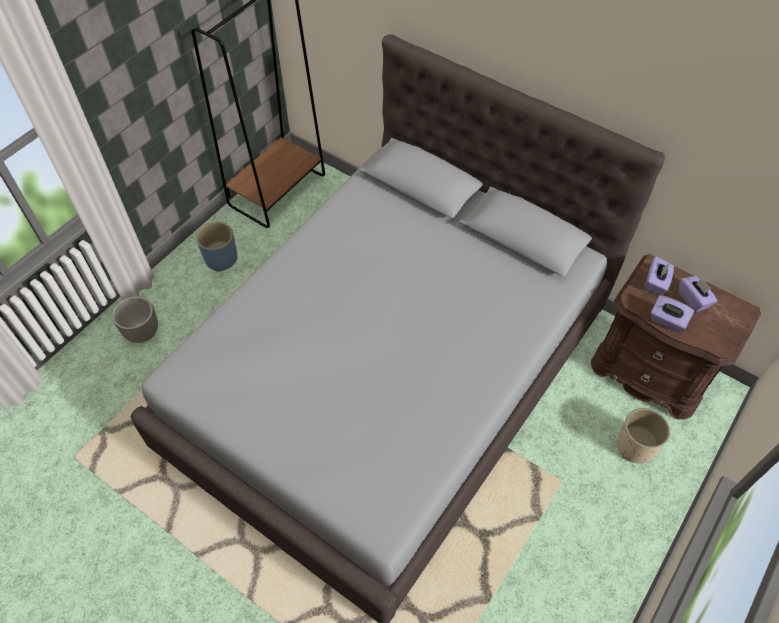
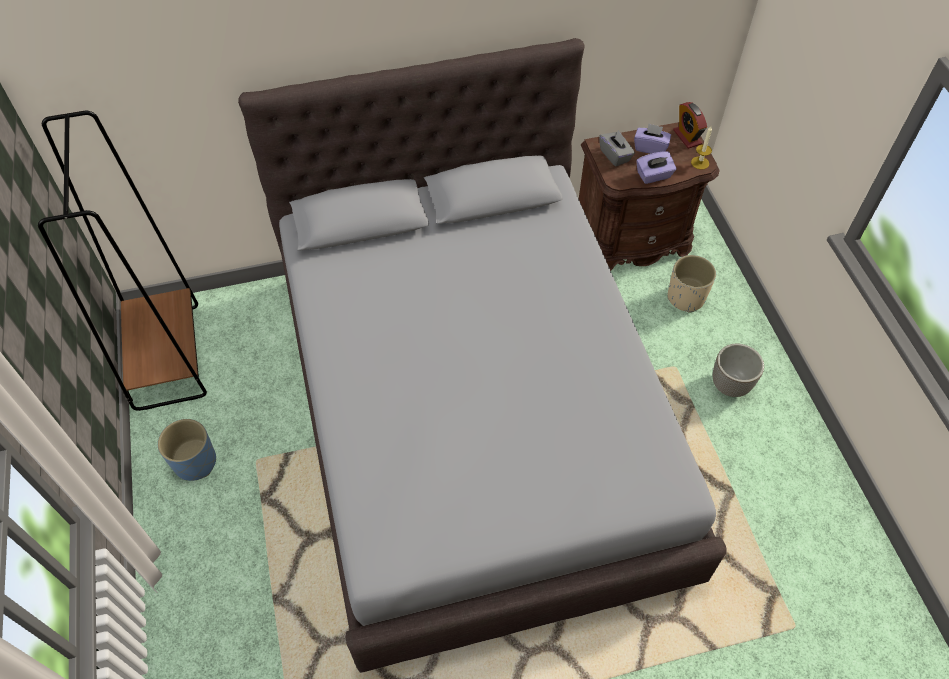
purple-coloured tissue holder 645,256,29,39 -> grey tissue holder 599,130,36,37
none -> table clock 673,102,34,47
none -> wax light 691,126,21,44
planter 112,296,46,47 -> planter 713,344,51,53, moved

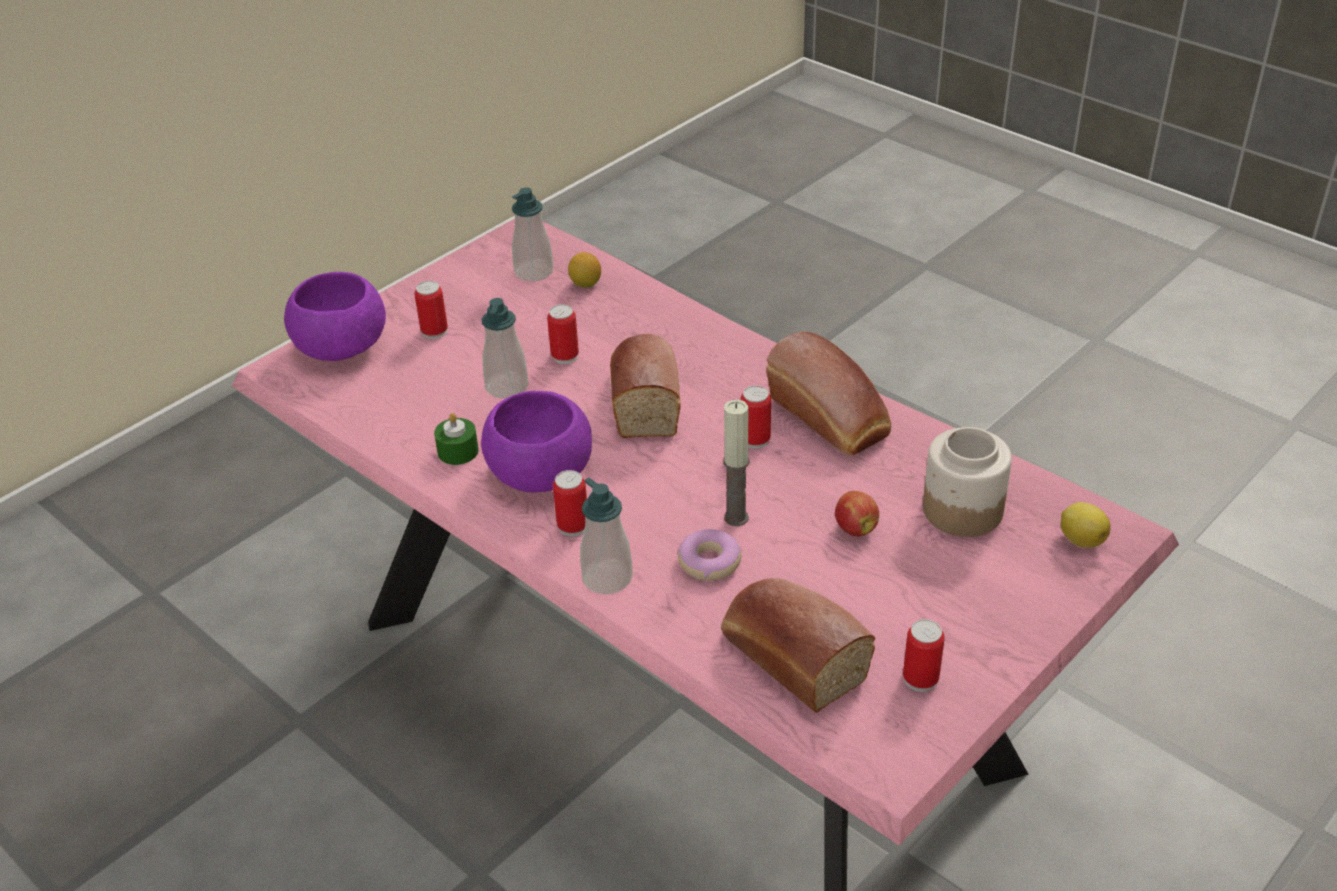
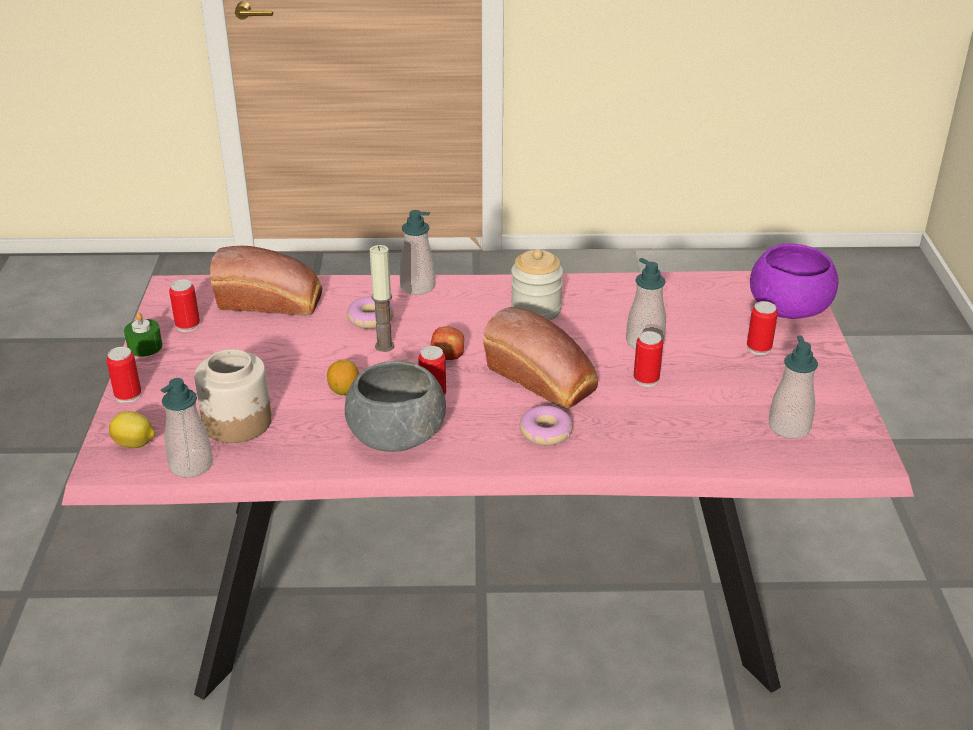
can 553,470,34,67 -> can 106,347,35,56, moved
green wax light 434,413,45,52 -> green wax light 124,312,39,45, moved
none -> soap bottle 161,378,52,100
citrus fruit 568,252,33,35 -> citrus fruit 327,360,32,35, moved
baked bread 766,332,125,124 -> grey bowl 345,361,101,91
apple fruit 835,491,44,45 -> apple fruit 431,326,33,34, moved
purple-coloured bowl 481,391,111,102 -> preserve jar 511,249,52,72
none -> donut 520,406,53,40

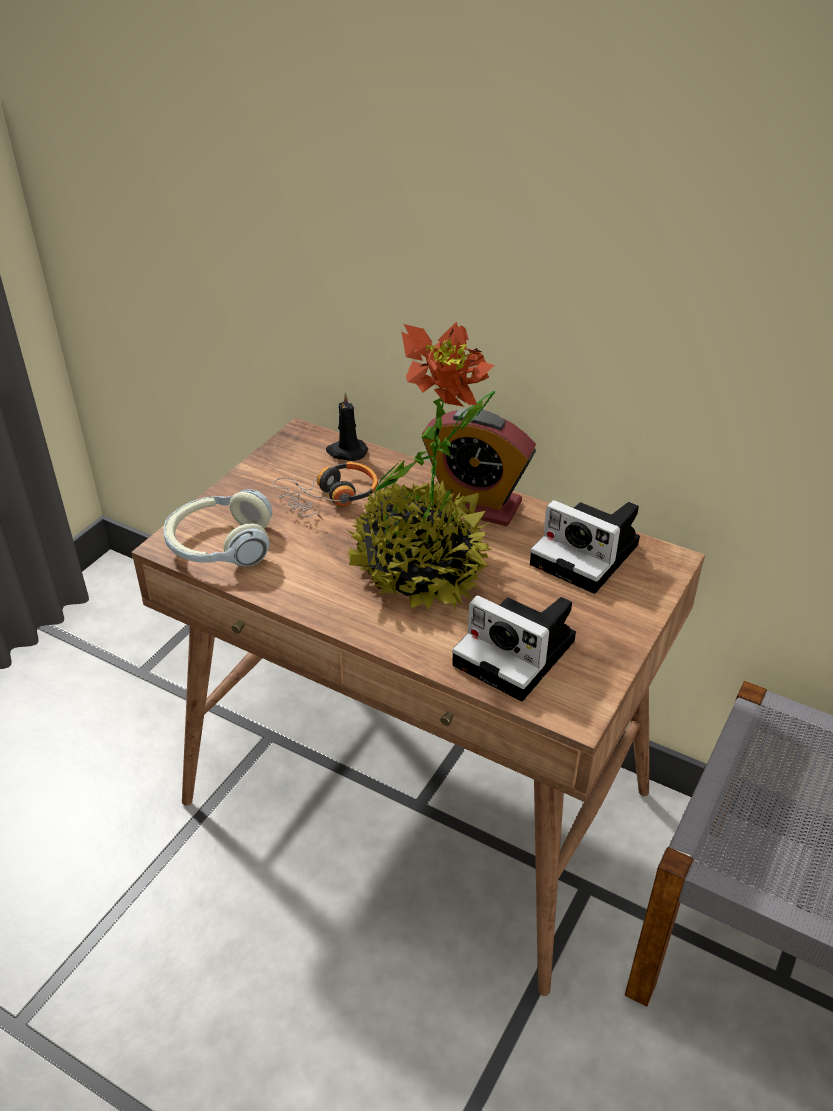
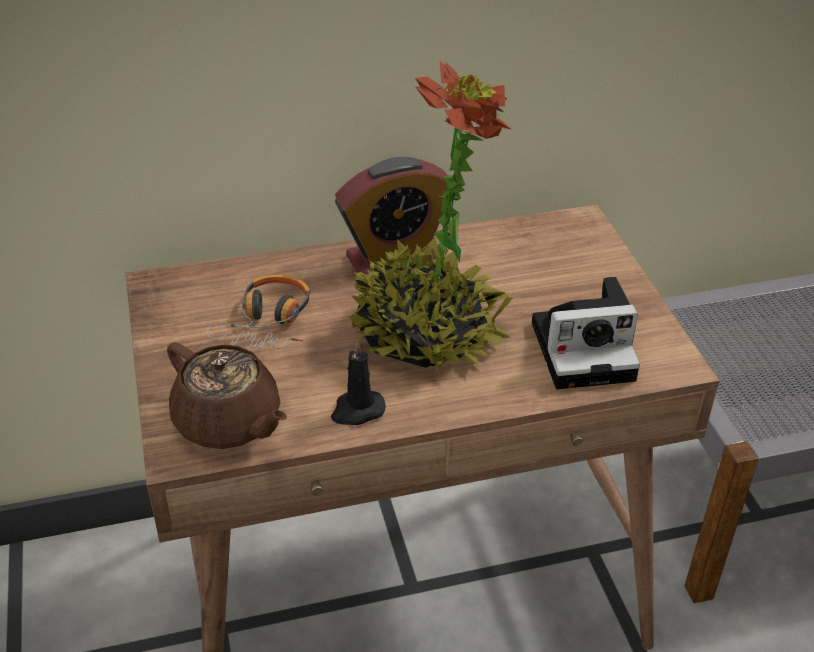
headphones 164,489,108,78 -> brownish tea pot 167,342,120,107
black-coloured wax light 326,392,42,69 -> black-coloured wax light 331,340,55,85, moved
photo camera 530,500,110,94 -> none

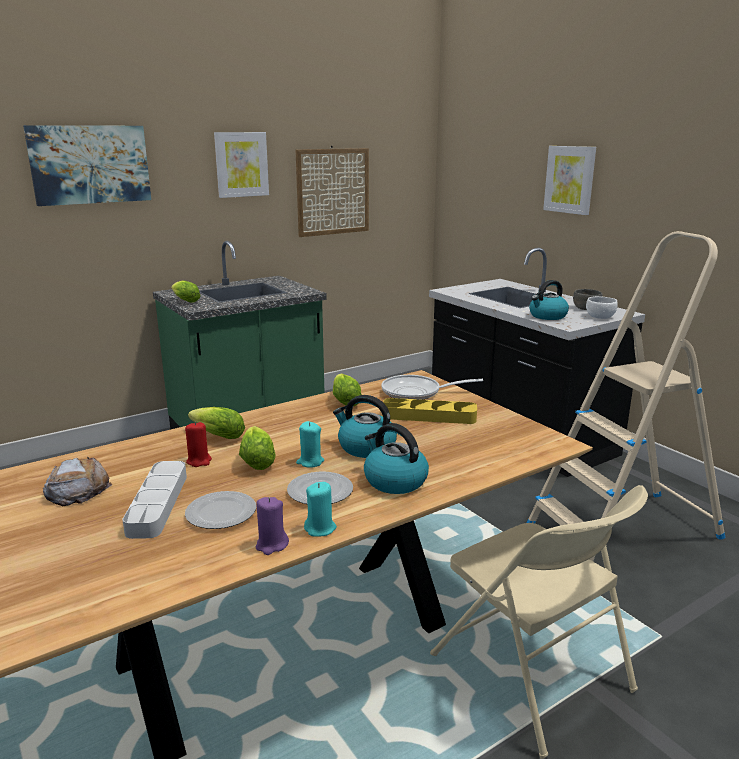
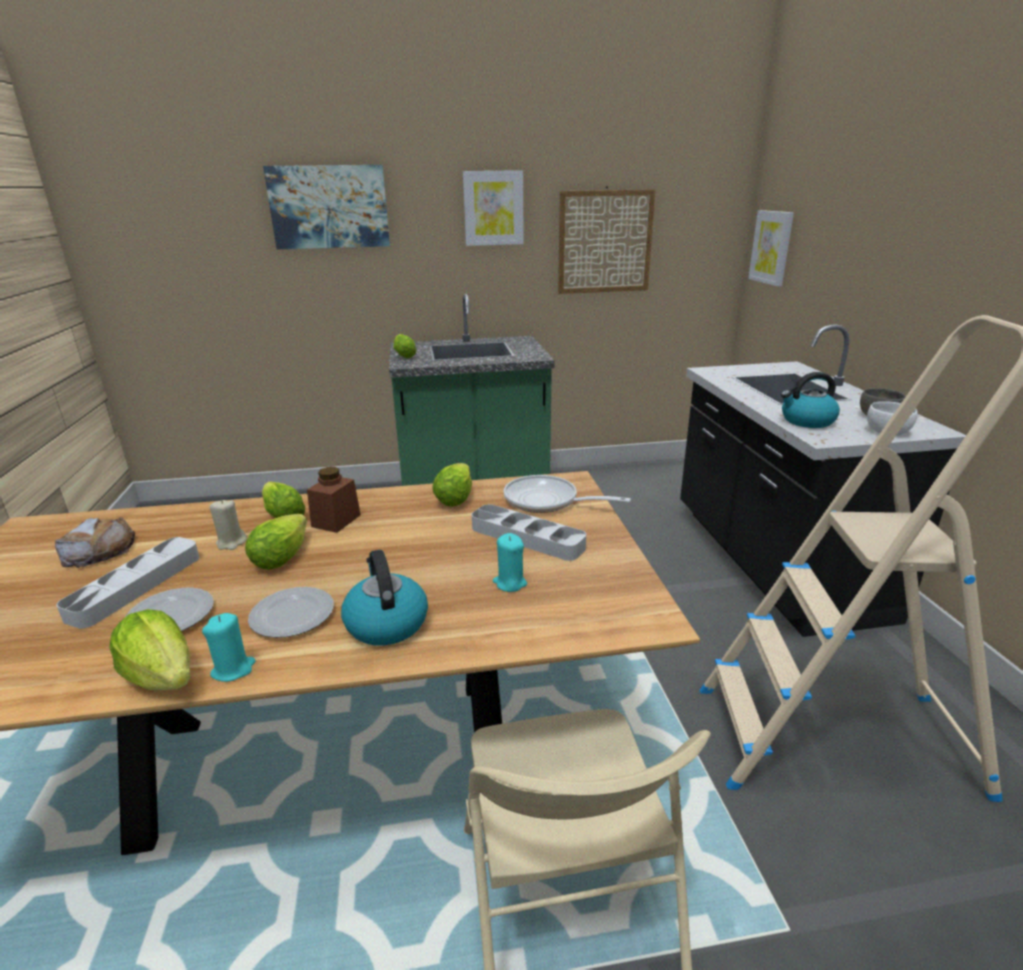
purple-coloured wax light 256,497,33,58 -> lettuce head 109,609,82,81
red wax light 185,422,27,45 -> beige-coloured wax light 210,499,37,51
none -> brownish preserve jar 307,467,54,66
yellowish serving tray 382,398,95,26 -> grey serving tray 472,504,114,57
blue-green wax light 296,421,28,47 -> blue-green wax light 493,533,34,59, moved
picture 543,146,53,69 -> picture 748,210,46,76, moved
kettle 333,395,64,63 -> none

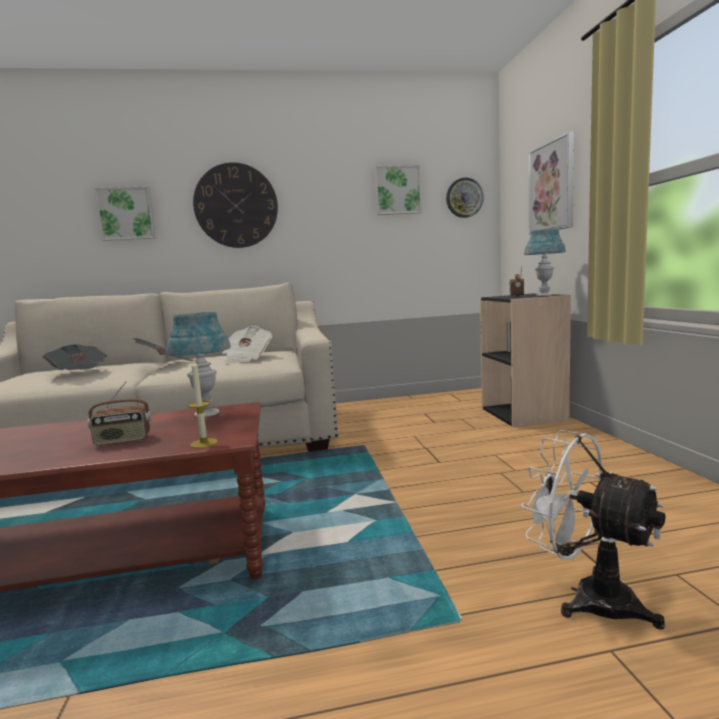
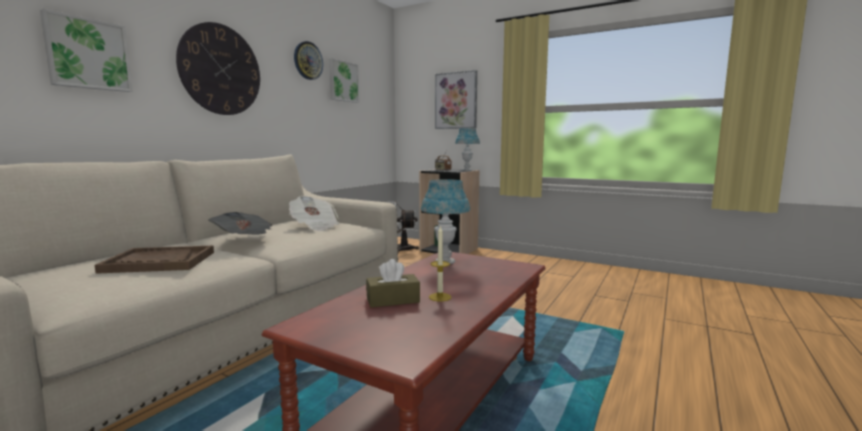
printed paper 42,345,65,25 -> brownish serving tray 94,246,120,28
hanging clock 446,178,38,40 -> hanging clock 294,41,29,39, moved
none -> brownish tissue holder 366,259,54,49
white electric fan 521,430,145,200 -> white electric fan 387,201,32,52, moved
wax light 187,360,31,88 -> wax light 429,225,22,77, moved
radio set 88,381,64,65 -> none

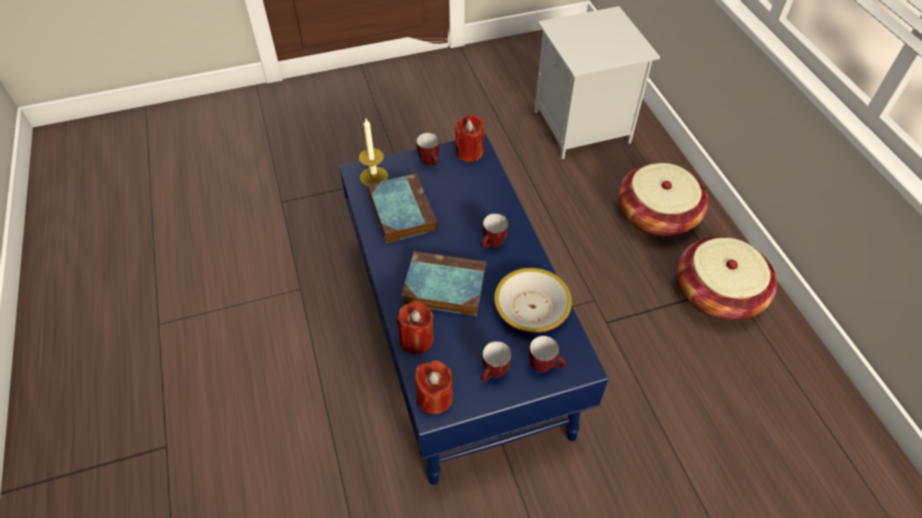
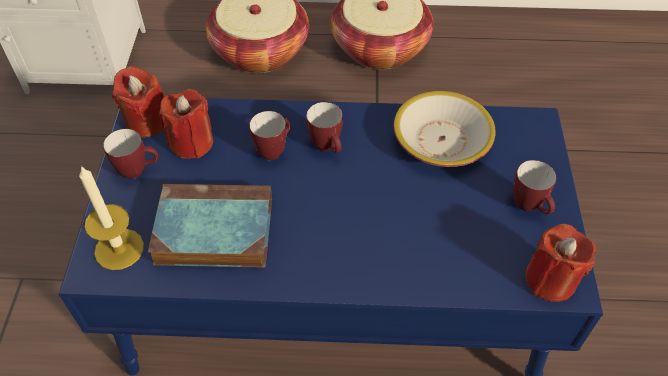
red wax light 396,301,38,53 -> red wax light 159,89,55,70, moved
coffee mug 529,336,37,36 -> coffee mug 249,111,41,50, moved
volume 401,251,85,65 -> none

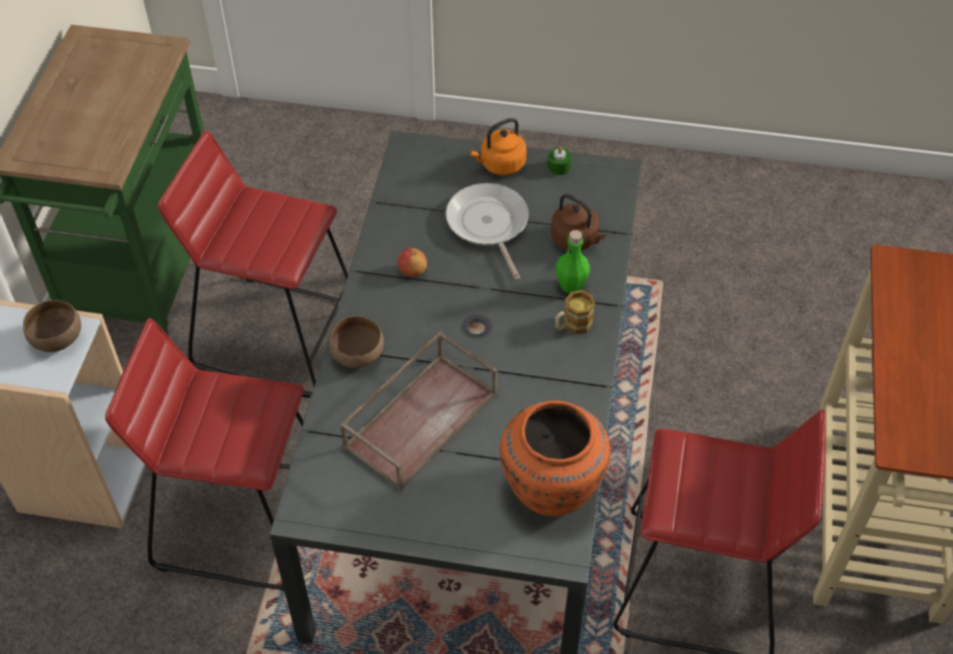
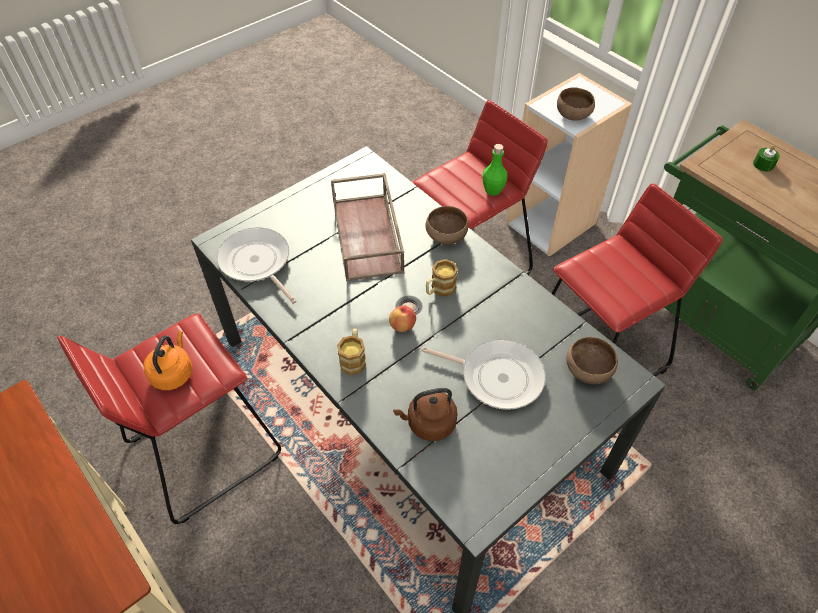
orangey kettle 470,118,57,57 -> orangey kettle 143,331,49,59, moved
orangey vase 500,400,110,116 -> skillet 217,227,80,77
apple fruit 398,248,29,29 -> apple fruit 389,306,27,26, moved
none -> coffee mug 426,259,32,38
green drink bottle 555,230,35,63 -> green drink bottle 483,144,24,52, moved
none -> brownish bowl 566,337,52,47
green wax light 547,146,24,29 -> green wax light 753,145,27,26, moved

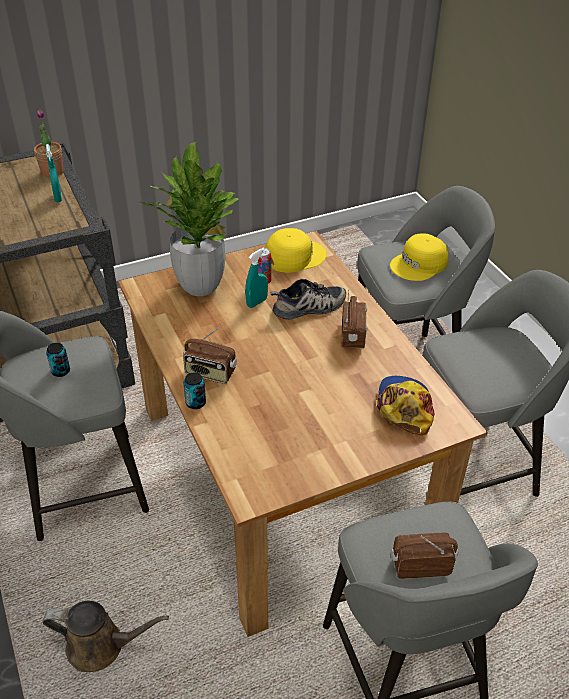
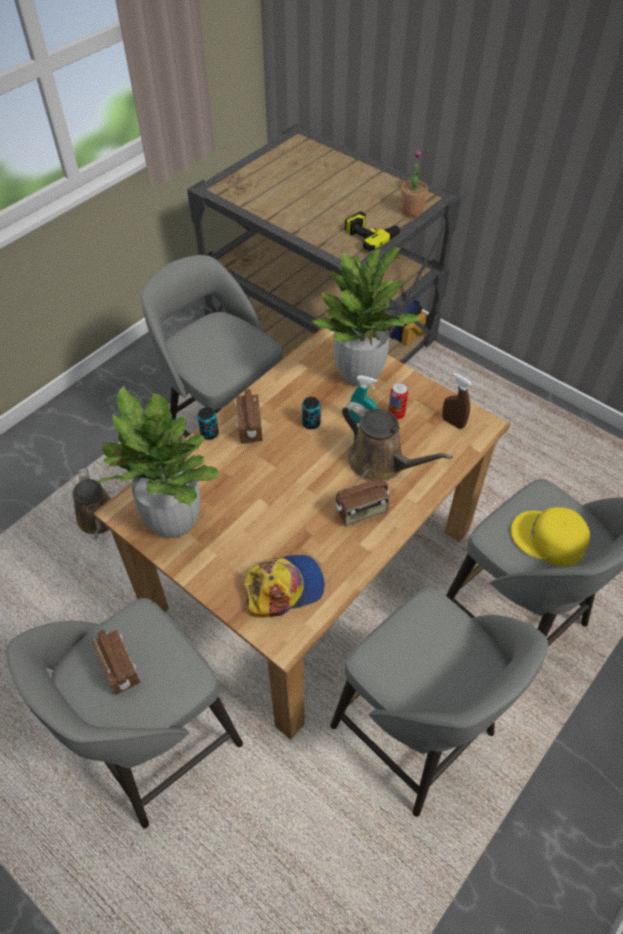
none -> plant in a pot 90,385,129,153
can 46,343,24,34 -> can 302,397,19,32, moved
low shoe 271,279,75,40 -> brownish sprinkling can 342,402,111,79
blue-green hand sprayer 46,144,16,58 -> power drill 345,211,69,41
yellowish cap 266,228,61,45 -> brownish hand sprayer 442,373,30,56

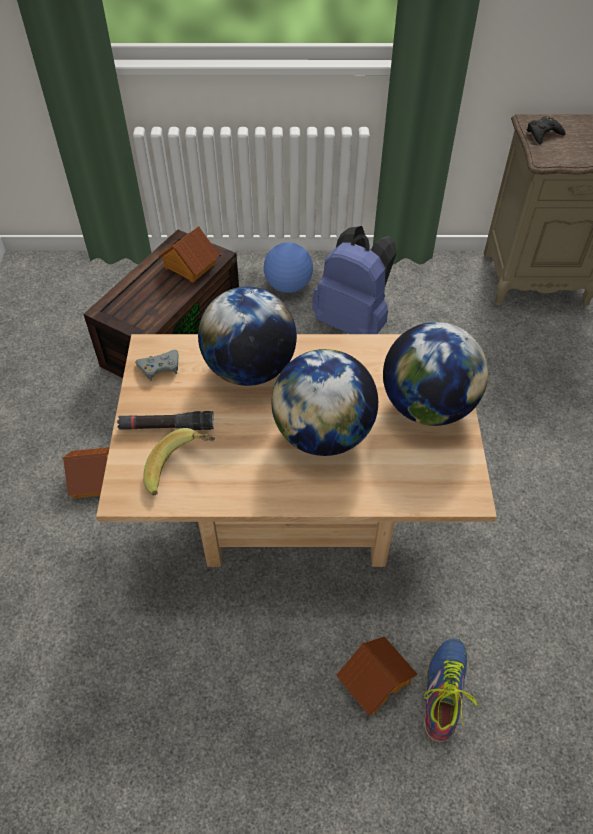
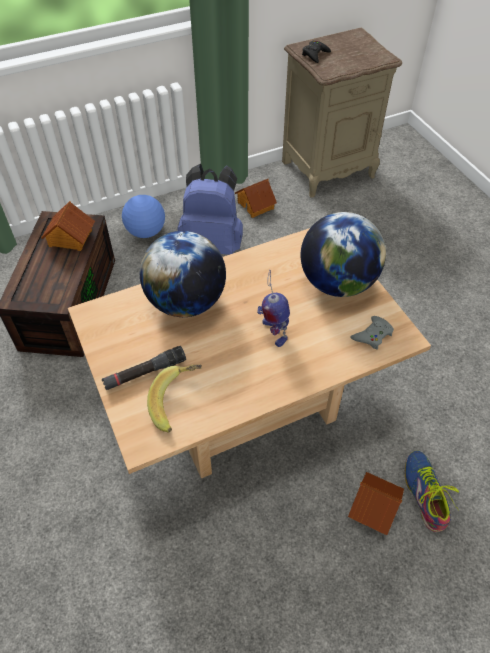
toy house 62,447,48,52 -> toy house 235,179,42,39, moved
globe 272,349,106,107 -> model robot 257,270,33,77
grey joypad 135,350,44,31 -> grey joypad 350,316,44,34, moved

